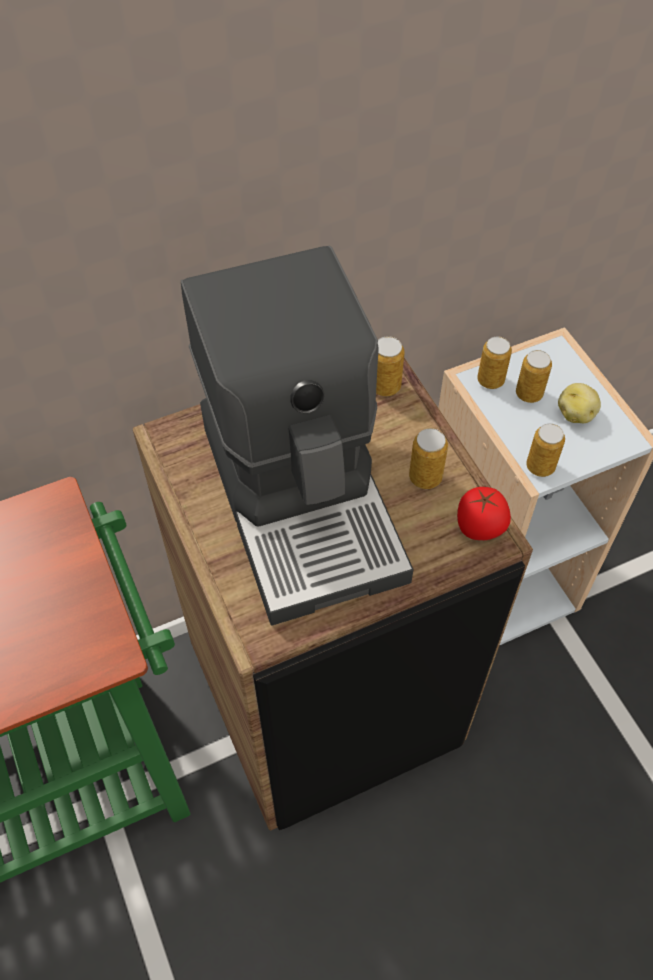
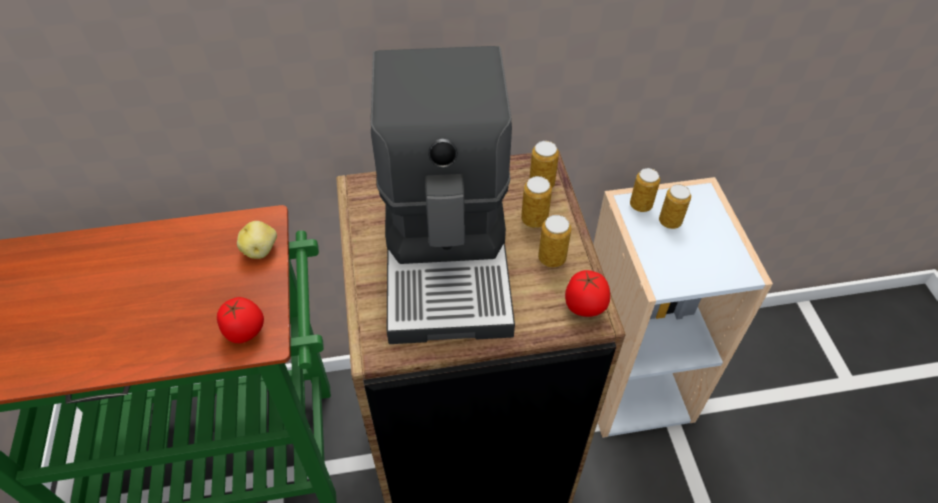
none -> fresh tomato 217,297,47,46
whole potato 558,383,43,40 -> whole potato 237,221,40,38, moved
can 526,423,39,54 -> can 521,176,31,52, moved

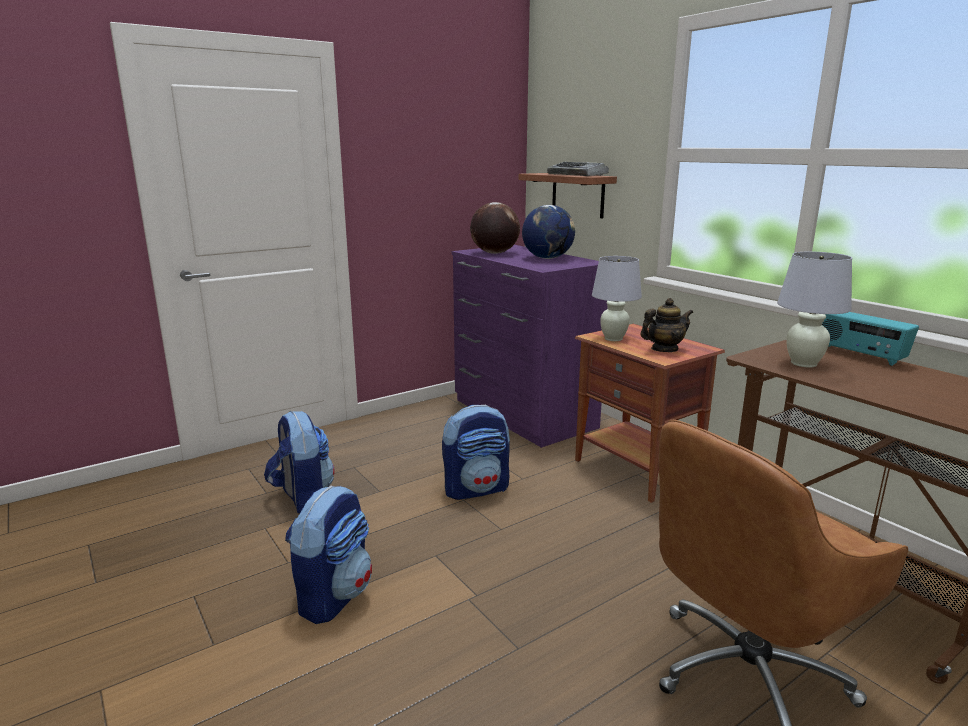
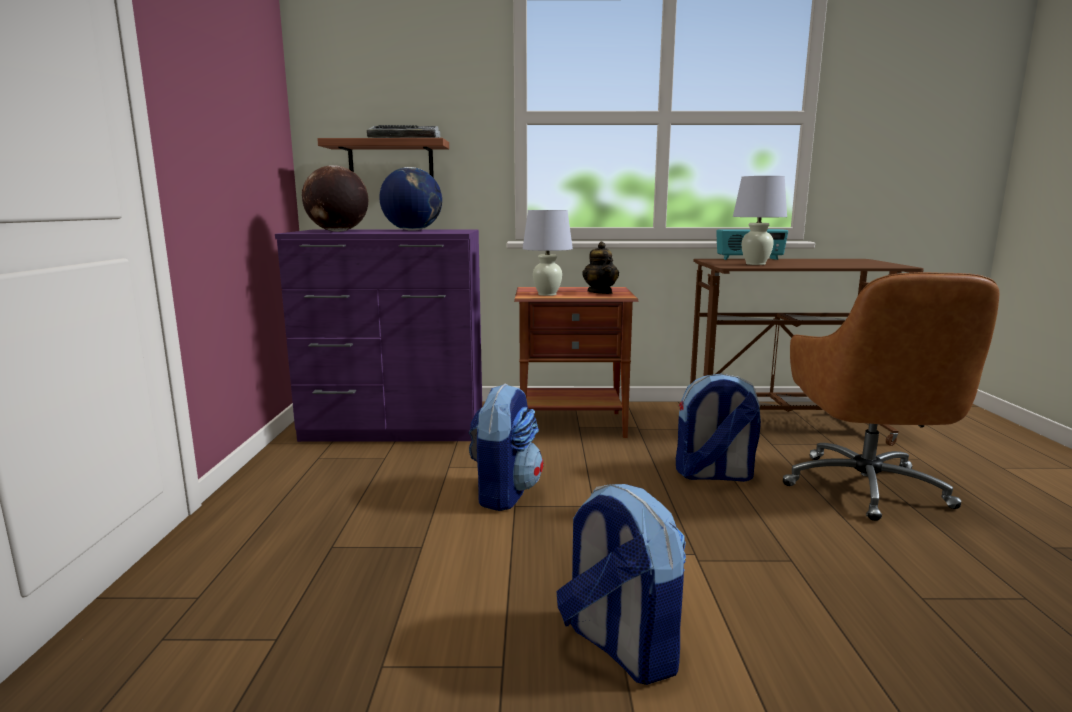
tea pot 641,298,52,54 -> tea pot 582,242,37,52, 150 degrees clockwise
rucksack 264,411,71,103 -> rucksack 676,374,85,108, moved

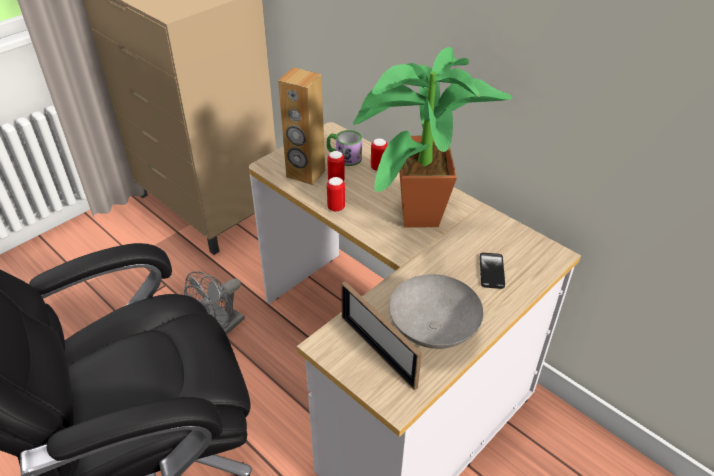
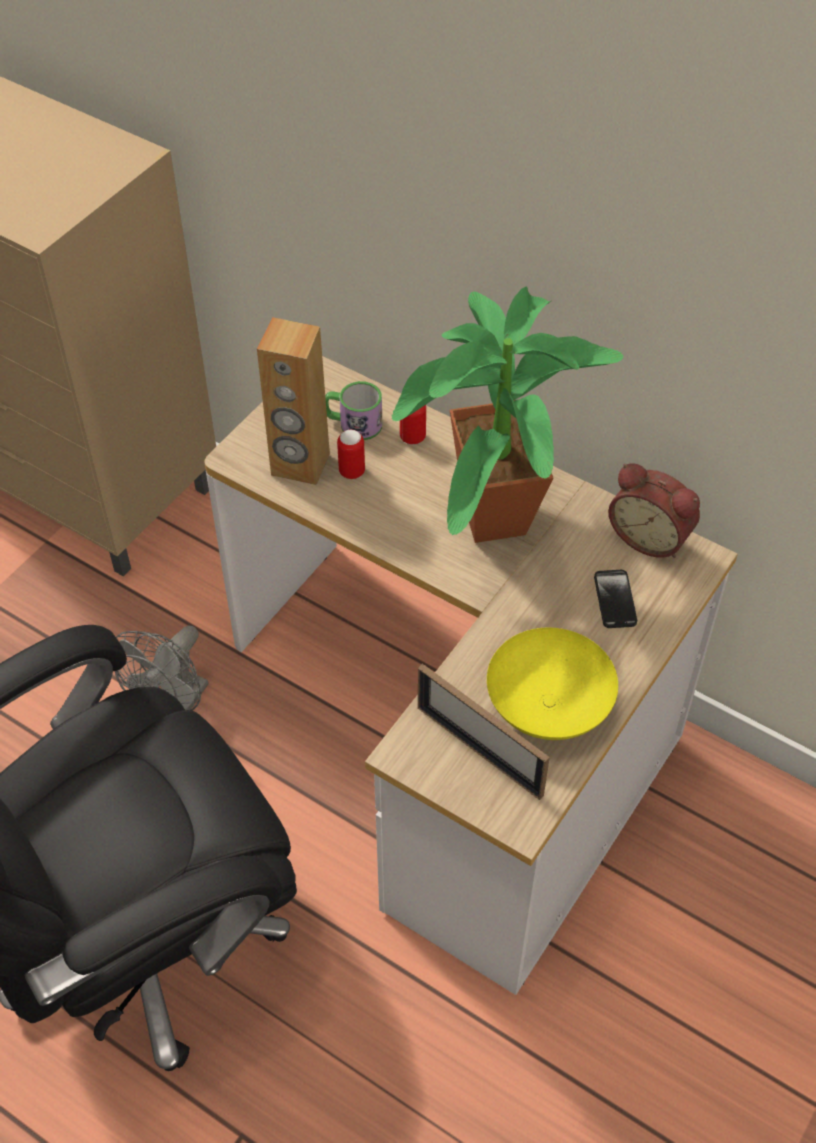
grey bowl 389,274,94,75 -> yellowish bowl 487,628,131,112
none -> table clock 608,463,92,95
can 327,177,18,35 -> none

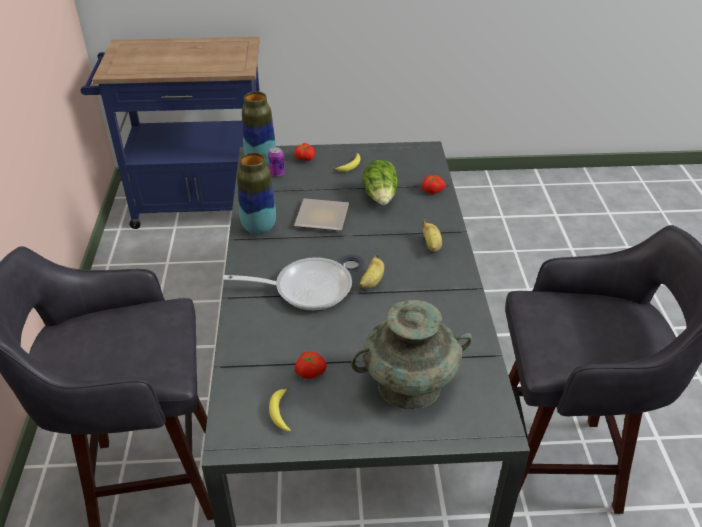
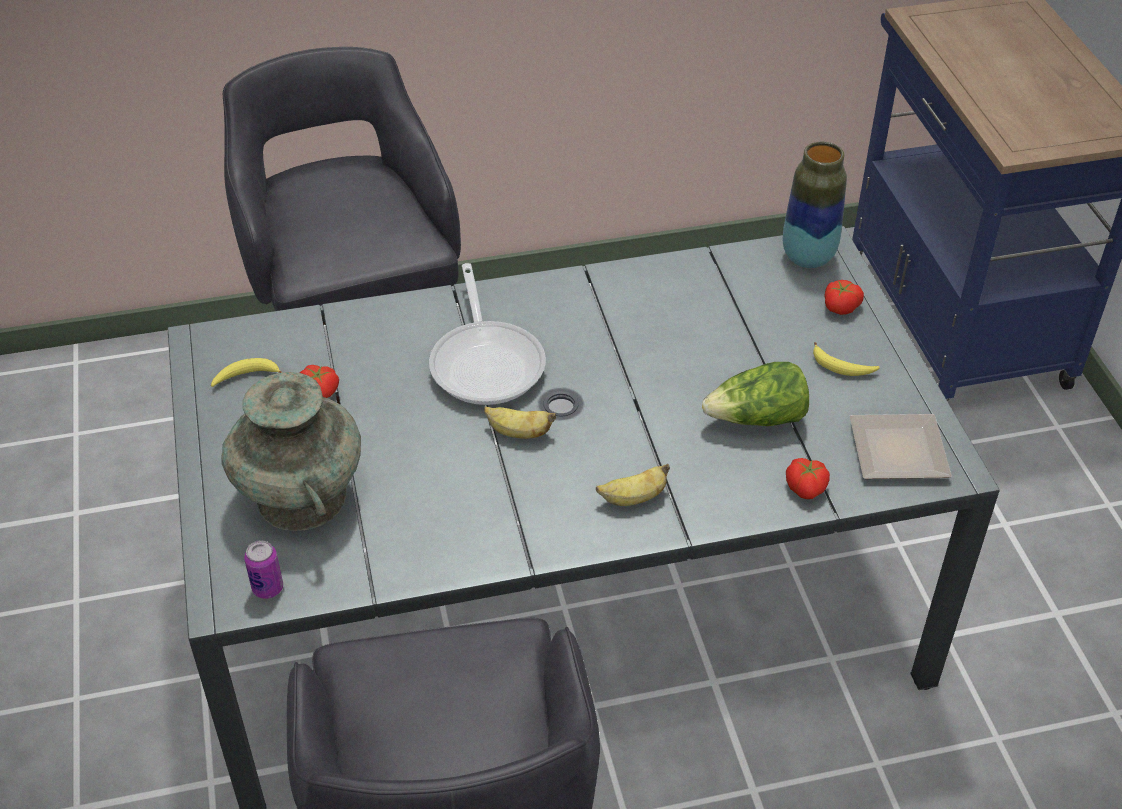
can 269,147,16,30 -> can 244,540,39,59, moved
dinner plate 294,198,55,33 -> dinner plate 850,414,102,65, moved
vase 237,152,39,83 -> none

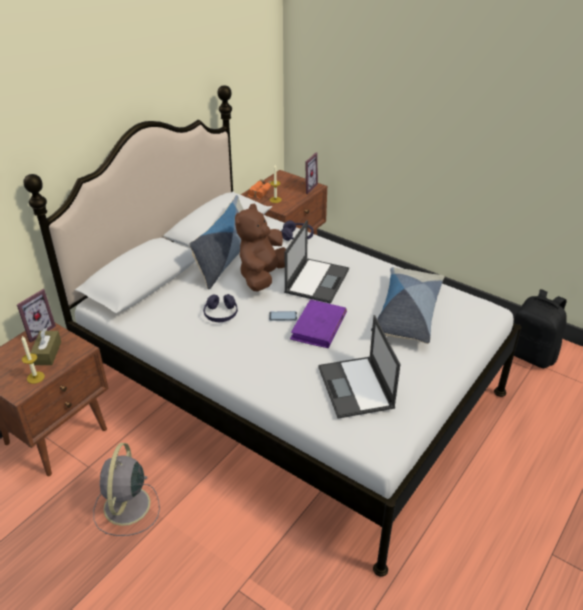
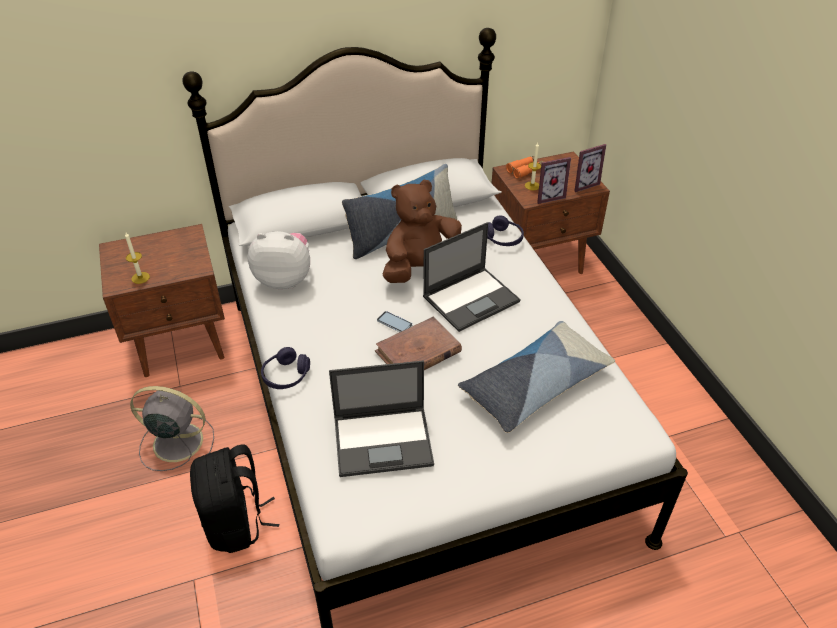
grey electric fan 93,443,67,93 -> grey electric fan 130,386,84,85, 60 degrees clockwise
black-coloured rucksack 513,289,54,79 -> black-coloured rucksack 190,444,89,109, moved
none -> plush toy 248,231,62,58
purple-coloured headphones 203,294,35,28 -> purple-coloured headphones 261,347,49,42, moved
portable computer 318,315,83,104 -> portable computer 329,360,105,117, 120 degrees counterclockwise
purple-coloured volume 290,299,57,49 -> brownish volume 375,317,87,53
standing frame 17,289,39,54 -> standing frame 537,157,34,47, moved
brownish tissue holder 30,328,31,37 -> none

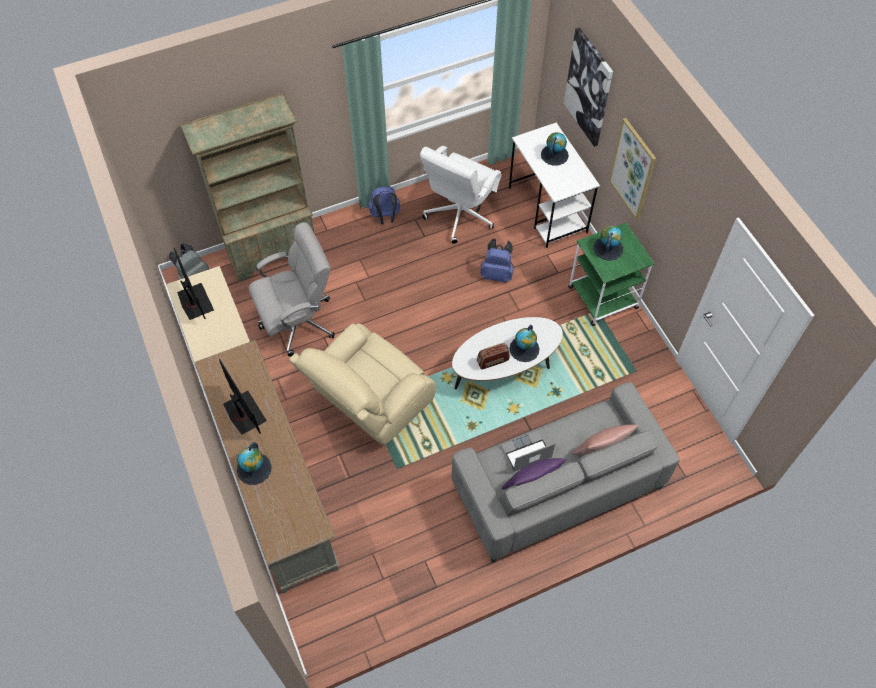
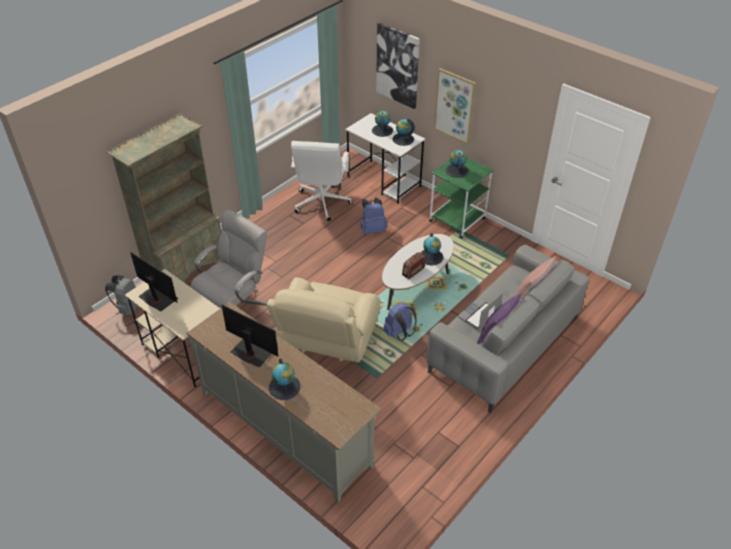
blue rucksack 369,186,31,38 -> blue rucksack 383,302,34,39, moved
none -> globe 392,119,23,27

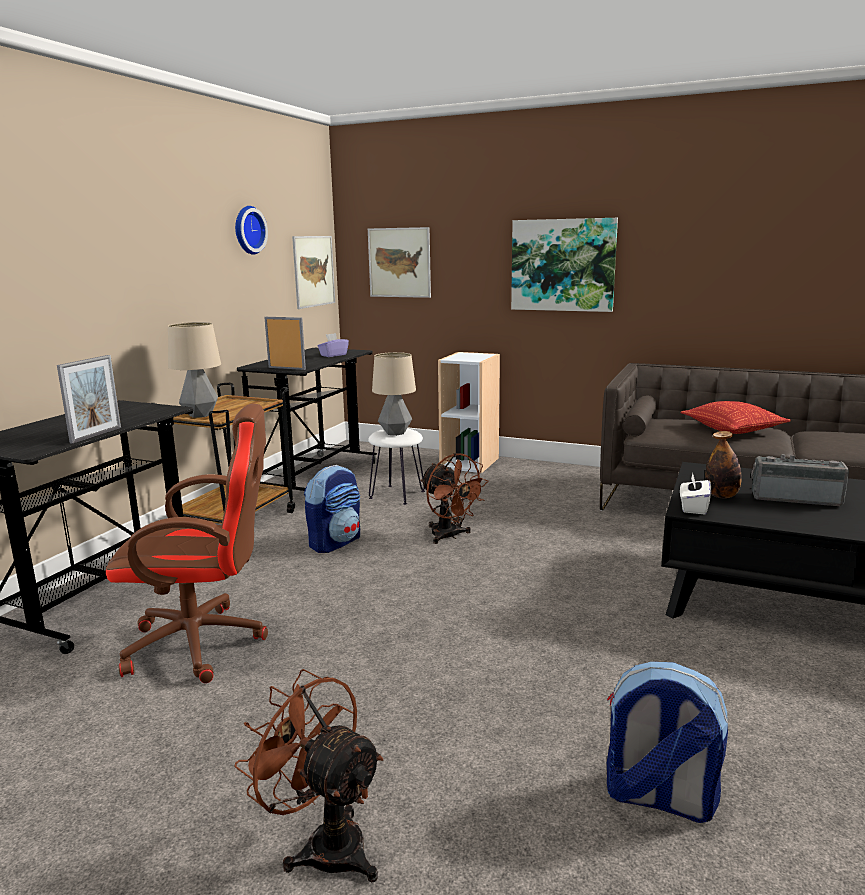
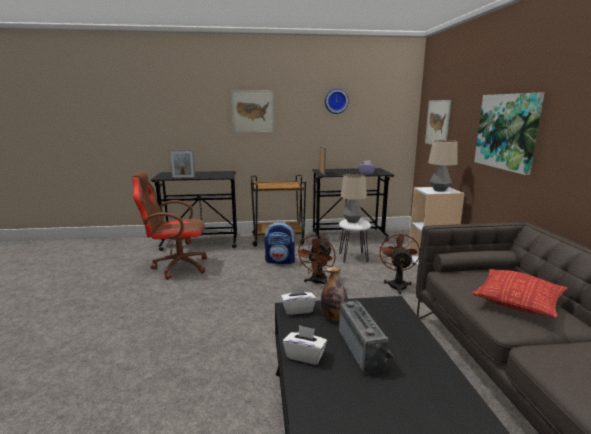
brownish computer chair 106,404,162,279 -> brownish computer chair 132,171,75,109, 120 degrees clockwise
picture 292,236,43,73 -> picture 231,90,43,43, moved
none -> white tissue holder 283,325,44,40
brownish electric fan 235,669,148,213 -> brownish electric fan 380,232,40,63, moved
table lamp 168,322,53,96 -> table lamp 428,140,30,52, moved
rucksack 607,662,121,161 -> none

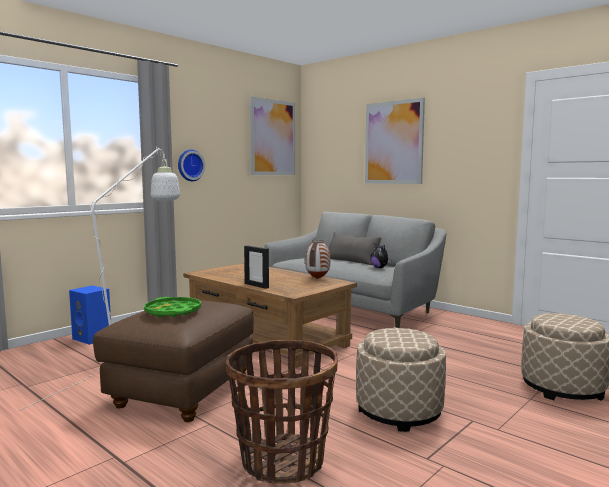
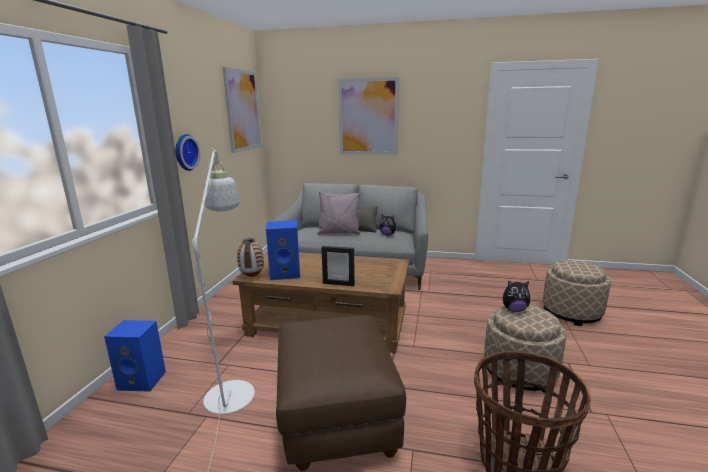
vase 305,240,25,39 -> vase 237,238,27,39, moved
none -> blue speaker 266,220,34,60
none -> purple-coloured pillow 317,192,43,43
none -> plush toy 503,281,27,31
green serving tray 144,297,57,21 -> none

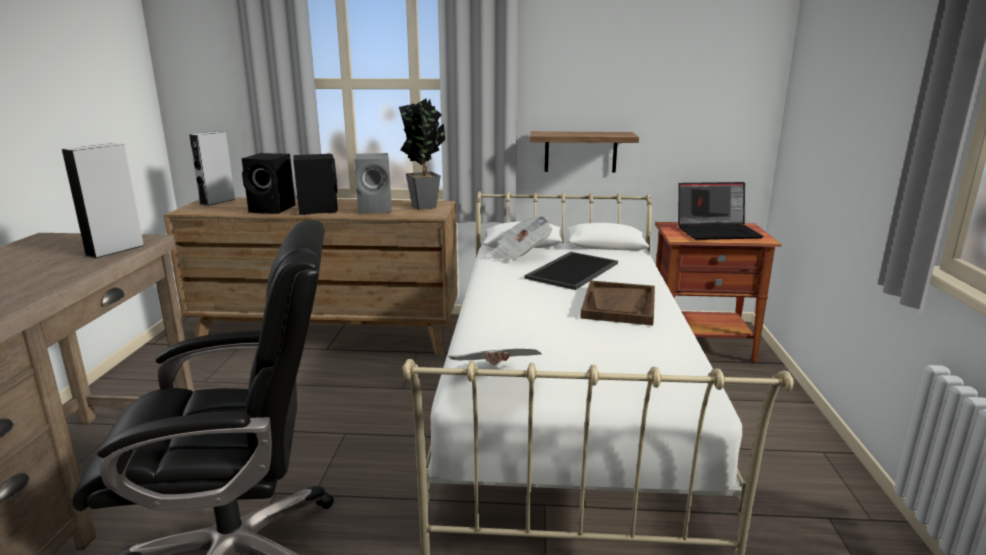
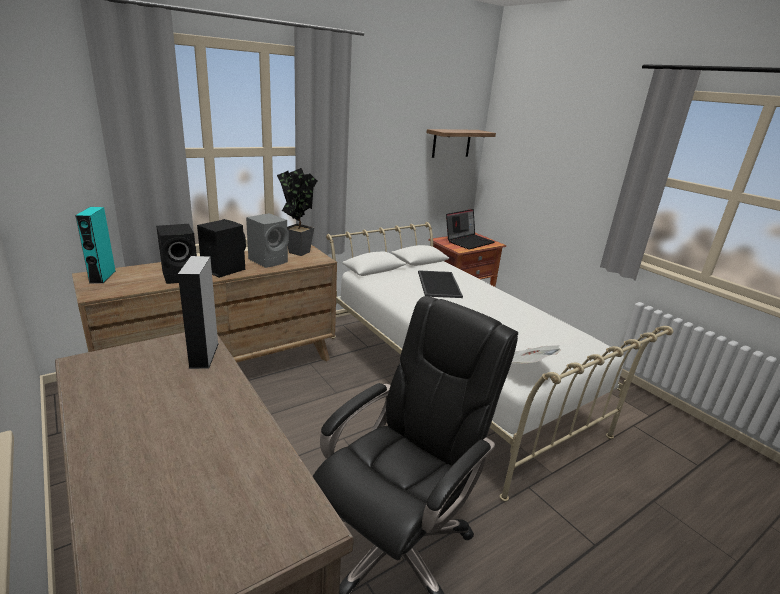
grey speaker 189,131,47,75 -> blue-green speaker 75,207,41,77
shelf 530,131,109,42 -> shelf 427,129,69,29, moved
printed paper 488,216,64,45 -> none
brownish serving tray 580,280,75,46 -> none

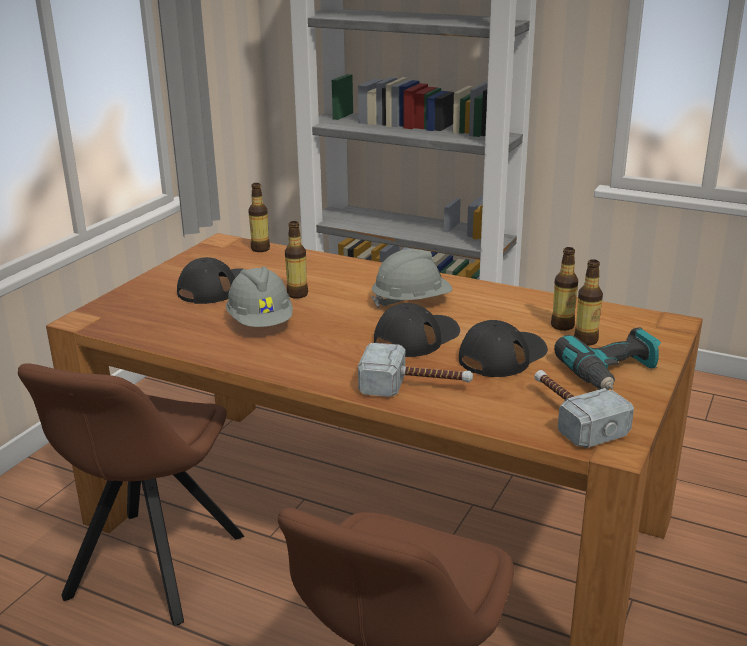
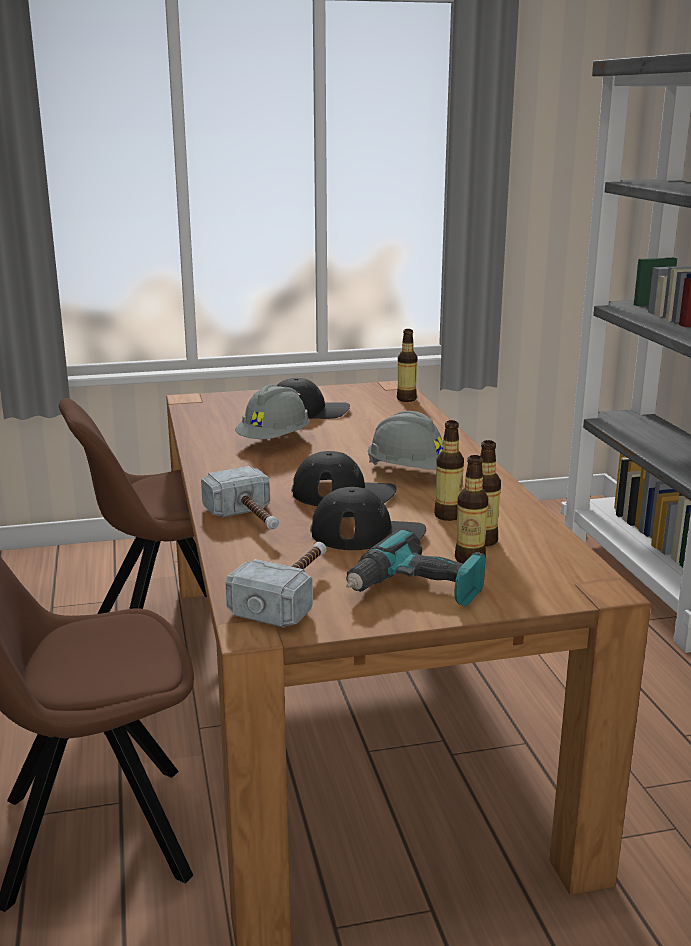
drink bottle 285,221,23,78 -> drink bottle 434,420,30,101, moved

